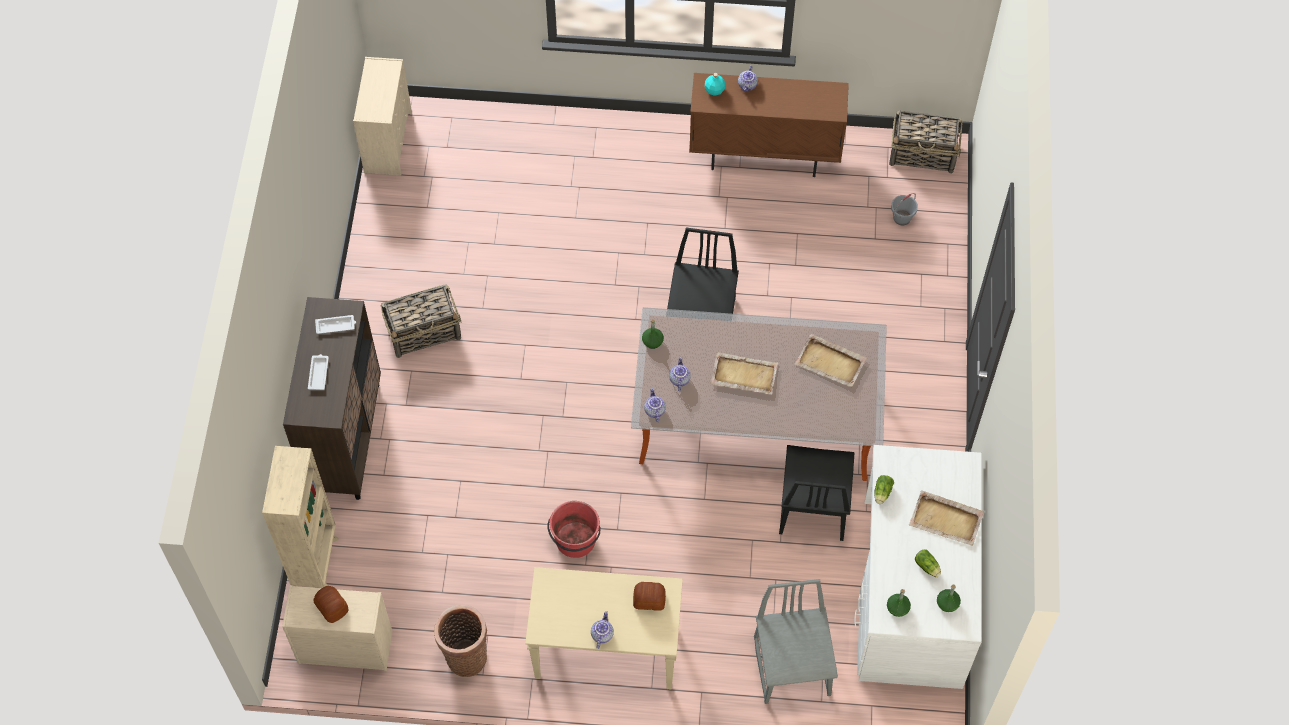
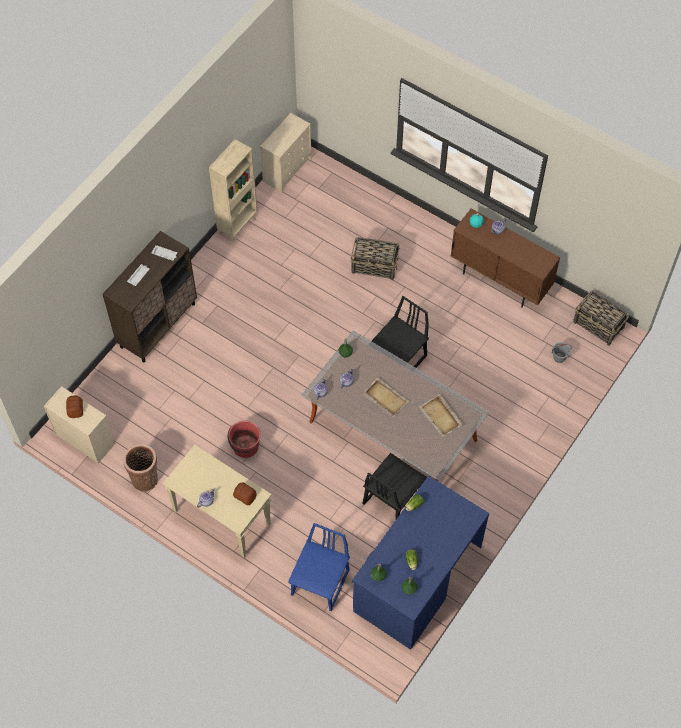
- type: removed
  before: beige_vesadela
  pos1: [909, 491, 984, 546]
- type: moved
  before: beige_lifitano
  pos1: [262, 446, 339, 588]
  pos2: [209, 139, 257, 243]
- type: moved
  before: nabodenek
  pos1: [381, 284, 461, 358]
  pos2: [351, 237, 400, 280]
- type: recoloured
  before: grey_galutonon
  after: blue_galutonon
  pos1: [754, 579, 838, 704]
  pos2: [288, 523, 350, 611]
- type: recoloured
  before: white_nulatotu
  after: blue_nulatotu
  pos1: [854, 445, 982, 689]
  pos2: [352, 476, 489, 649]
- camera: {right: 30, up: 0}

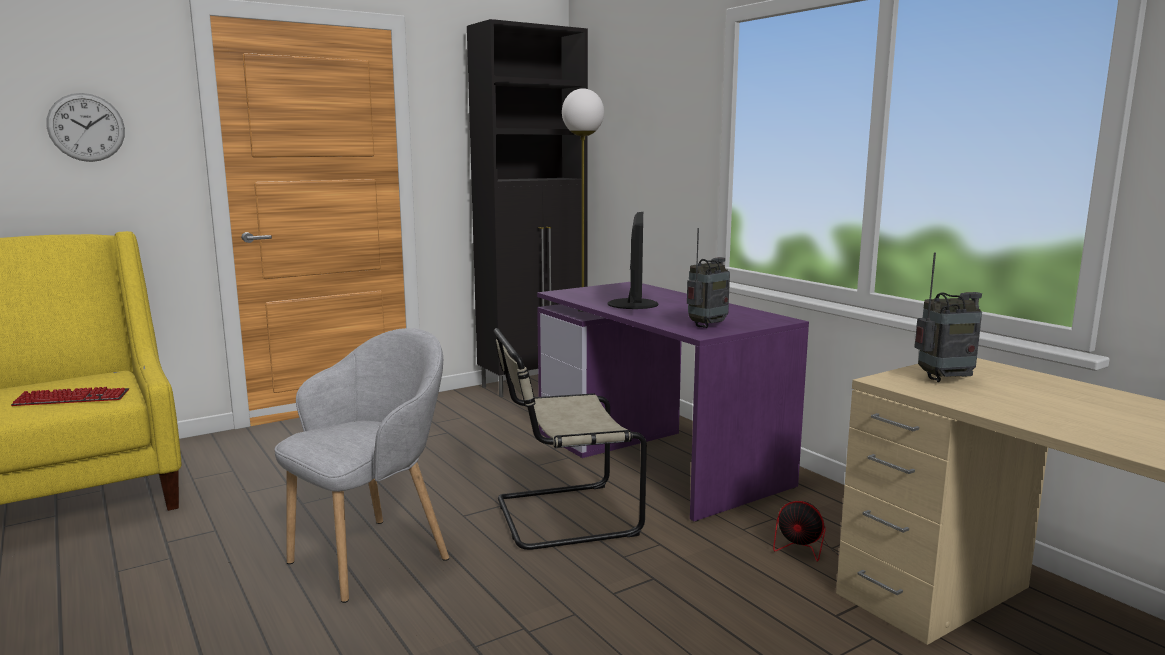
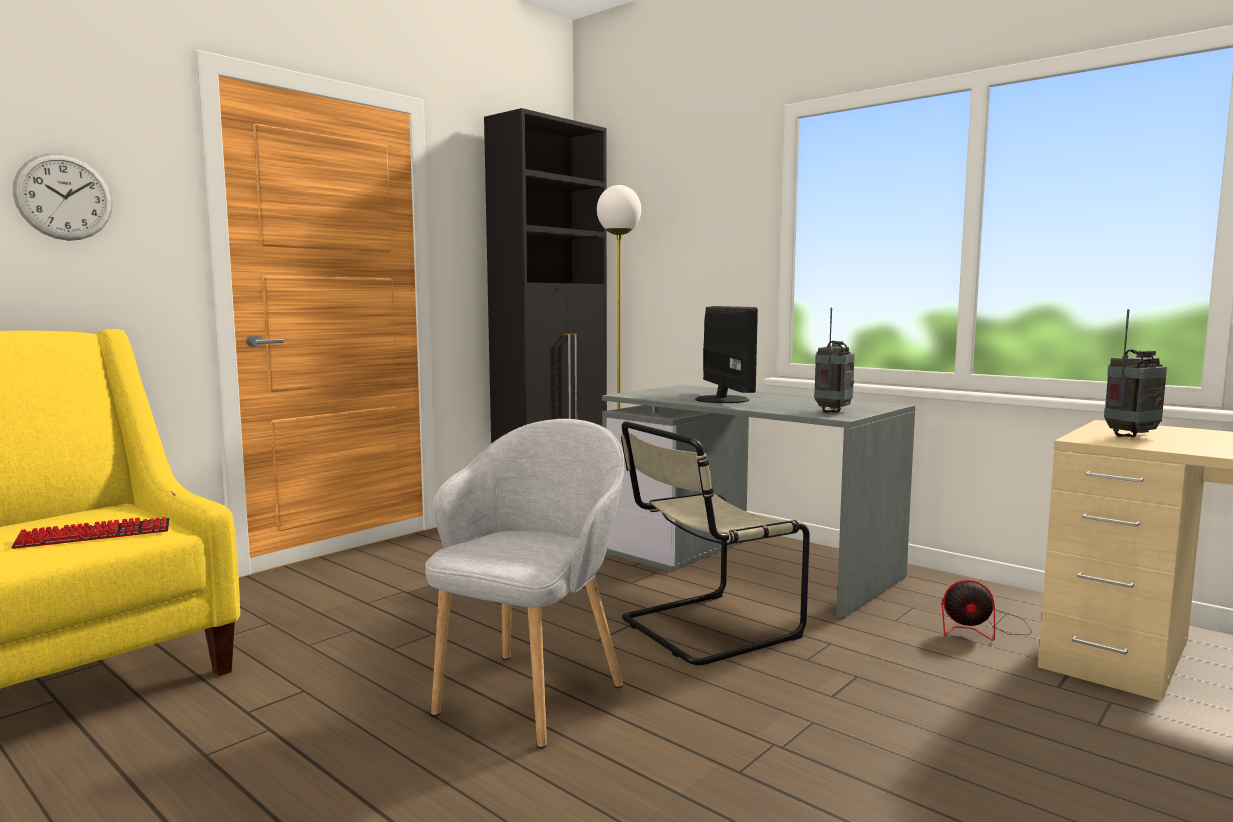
- type: recoloured
  before: purple_nulatotu
  after: grey_nulatotu
  pos1: [537, 282, 809, 521]
  pos2: [602, 385, 915, 618]
- camera: {right: -15, up: -5}

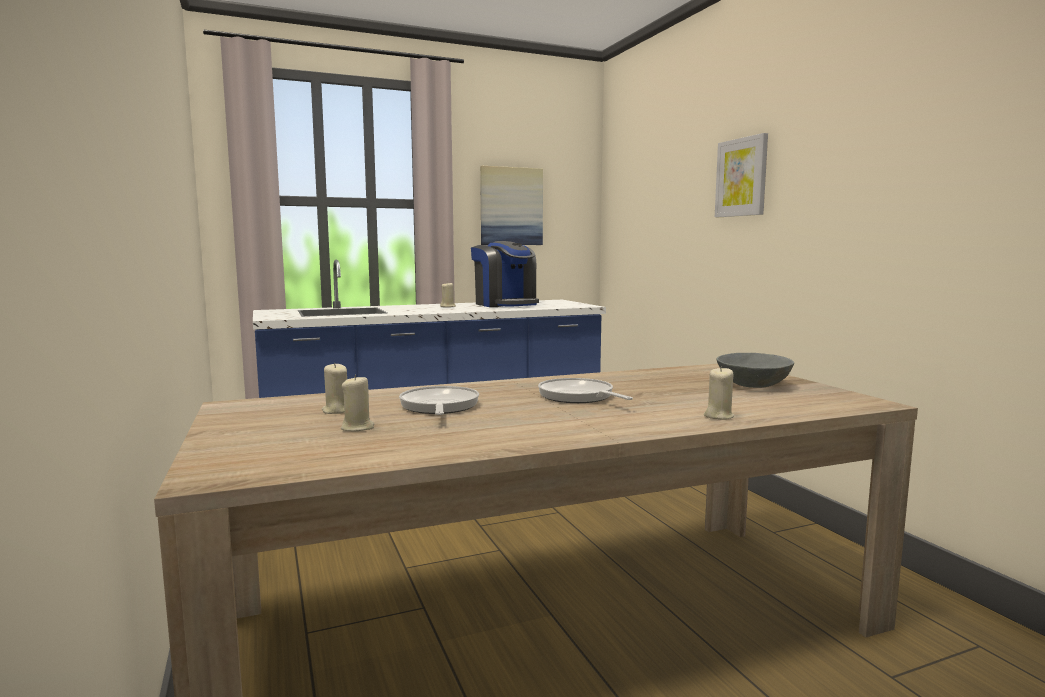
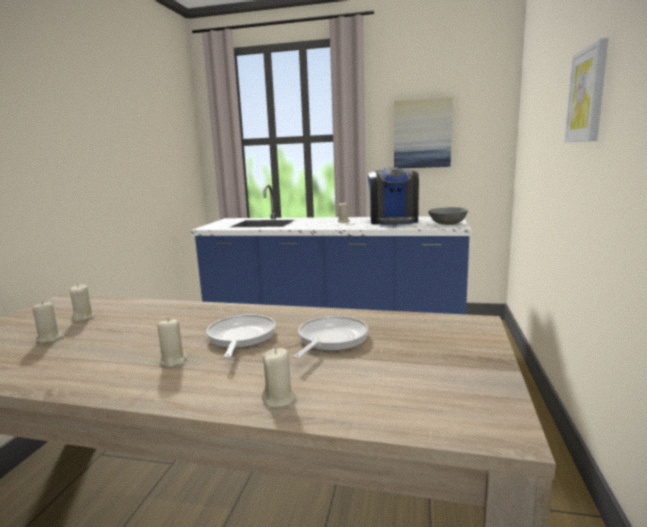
- type: added
  after: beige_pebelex
  pos2: [157, 318, 187, 367]
- type: moved
  before: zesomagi
  pos1: [399, 386, 479, 415]
  pos2: [293, 316, 368, 359]
- type: moved
  before: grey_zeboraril
  pos1: [717, 353, 794, 388]
  pos2: [428, 207, 468, 225]
- camera: {right: 35, up: 5}

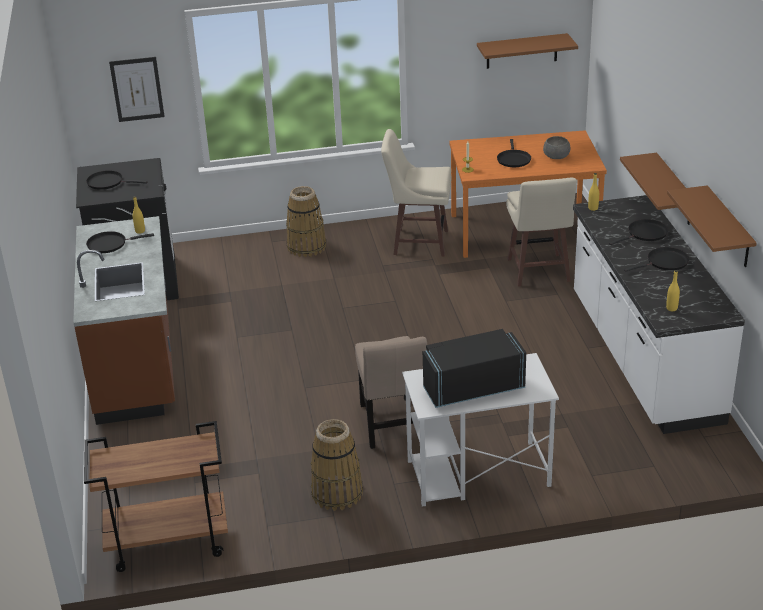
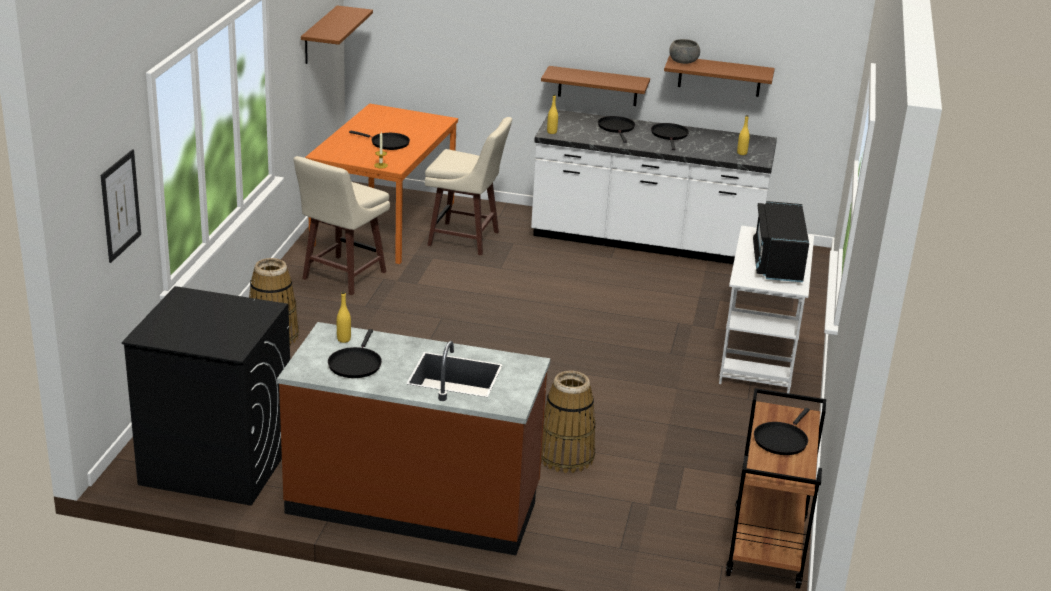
- type: removed
  before: beige_galutonon
  pos1: [355, 336, 427, 449]
- type: moved
  before: black_zesomagi
  pos1: [86, 170, 147, 190]
  pos2: [754, 408, 810, 455]
- type: moved
  before: nabodenek
  pos1: [311, 419, 363, 511]
  pos2: [541, 371, 596, 473]
- type: moved
  before: grey_zeboraril
  pos1: [543, 136, 570, 159]
  pos2: [669, 39, 700, 64]
- camera: {right: -70, up: -5}

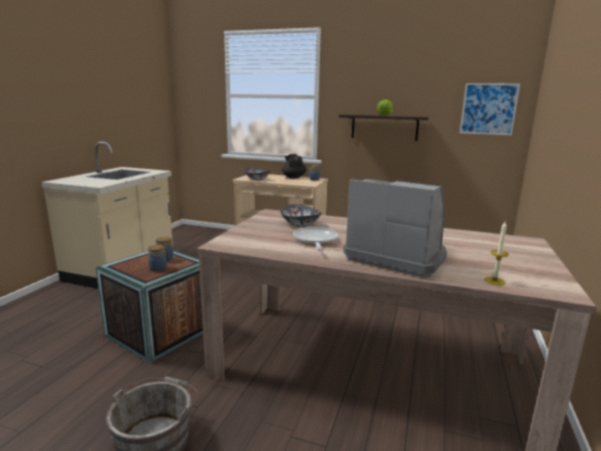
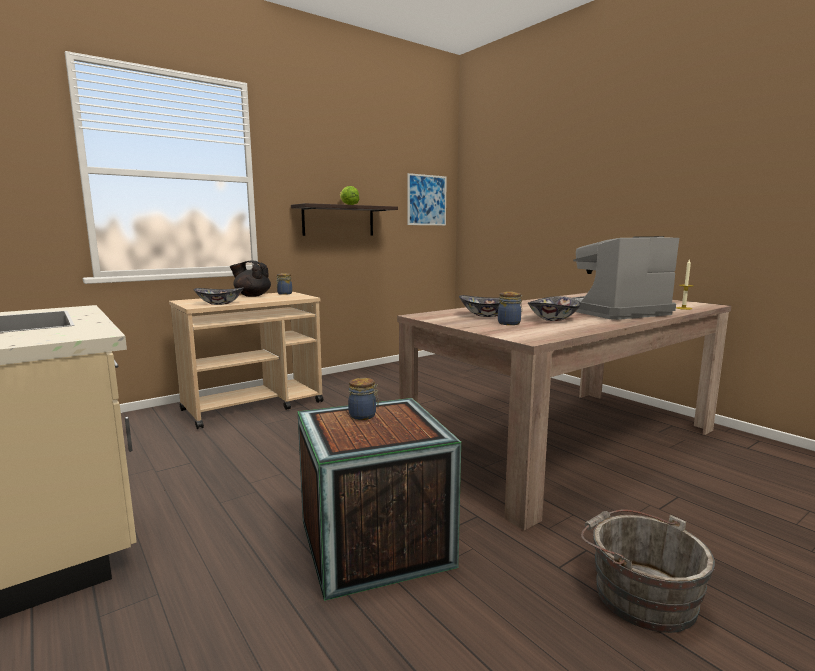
- type: moved
  before: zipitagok
  pos1: [148, 245, 167, 271]
  pos2: [498, 292, 522, 325]
- type: replaced
  before: zesomagi
  after: zeboraril
  pos1: [293, 227, 338, 251]
  pos2: [528, 296, 581, 321]
- camera: {right: -55, up: -5}

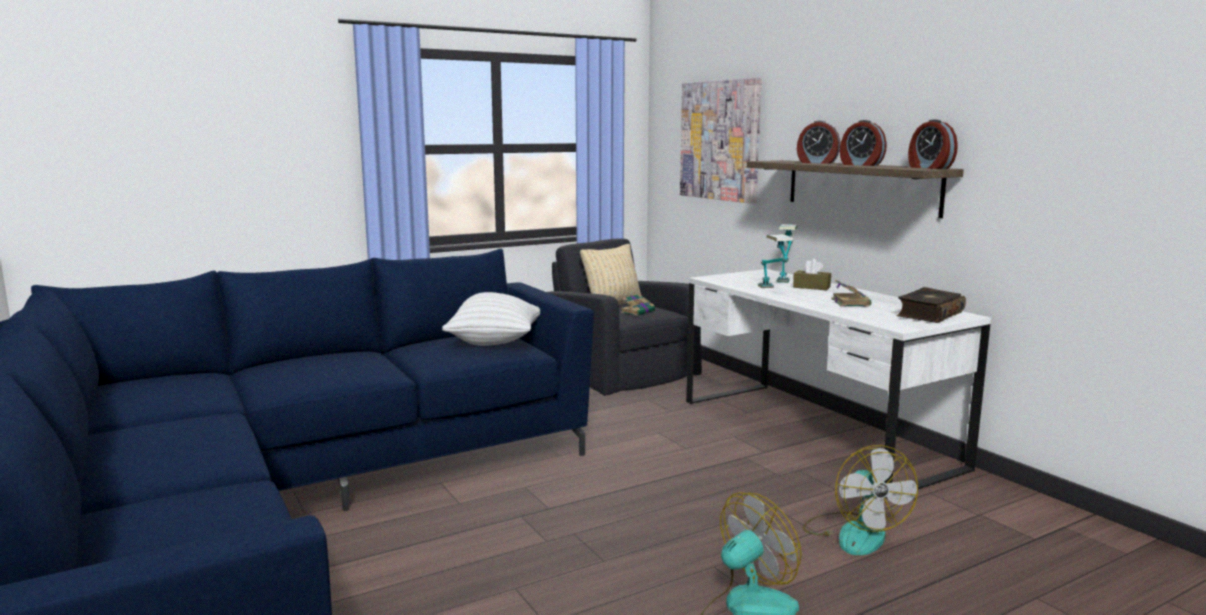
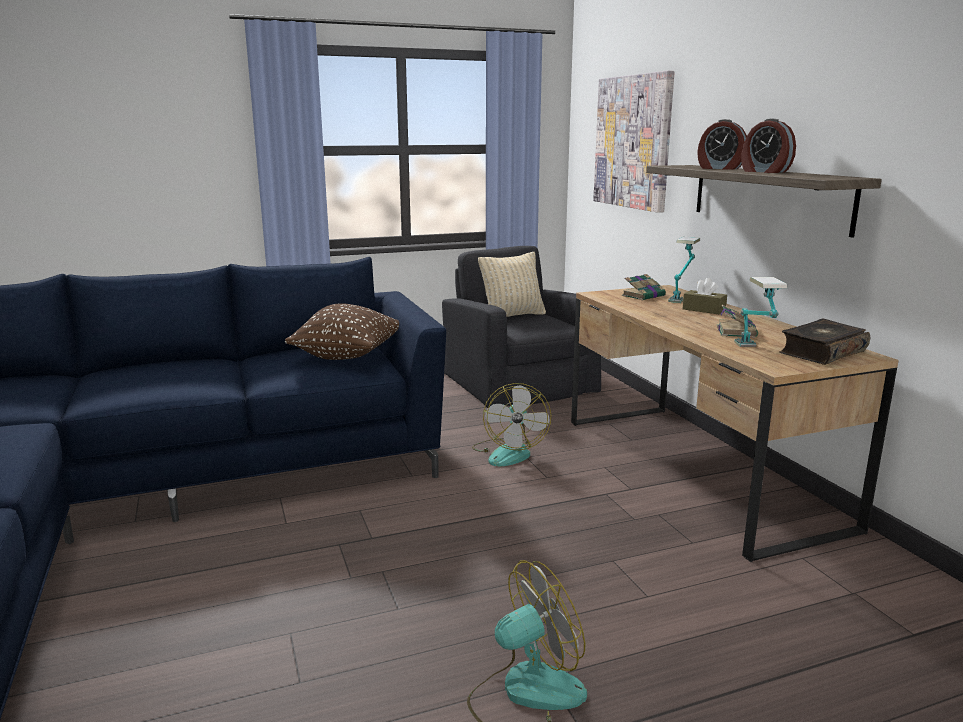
- type: removed
  before: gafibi
  pos1: [908, 119, 958, 169]
- type: moved
  before: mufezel
  pos1: [620, 294, 655, 316]
  pos2: [622, 274, 666, 300]
- type: moved
  before: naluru
  pos1: [758, 234, 794, 288]
  pos2: [734, 277, 788, 347]
- type: moved
  before: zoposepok
  pos1: [803, 445, 918, 555]
  pos2: [472, 383, 551, 466]
- type: recoloured
  before: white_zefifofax
  after: brown_zefifofax
  pos1: [442, 292, 540, 346]
  pos2: [285, 303, 399, 360]
- type: recoloured
  before: white_nulatotu
  after: brown_nulatotu
  pos1: [686, 269, 991, 498]
  pos2: [571, 285, 899, 562]
- camera: {right: 10, up: 5}

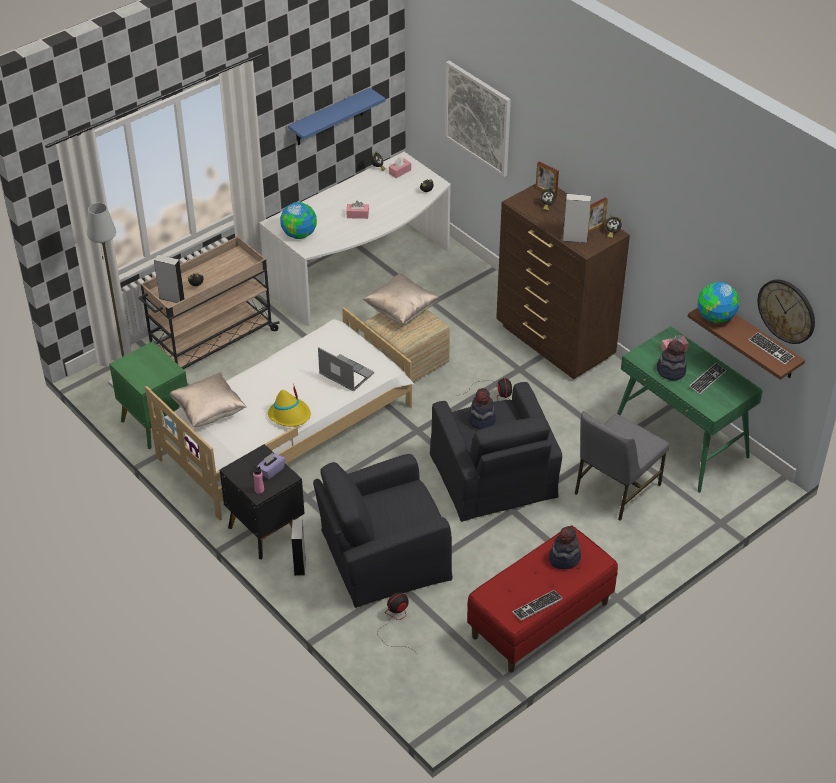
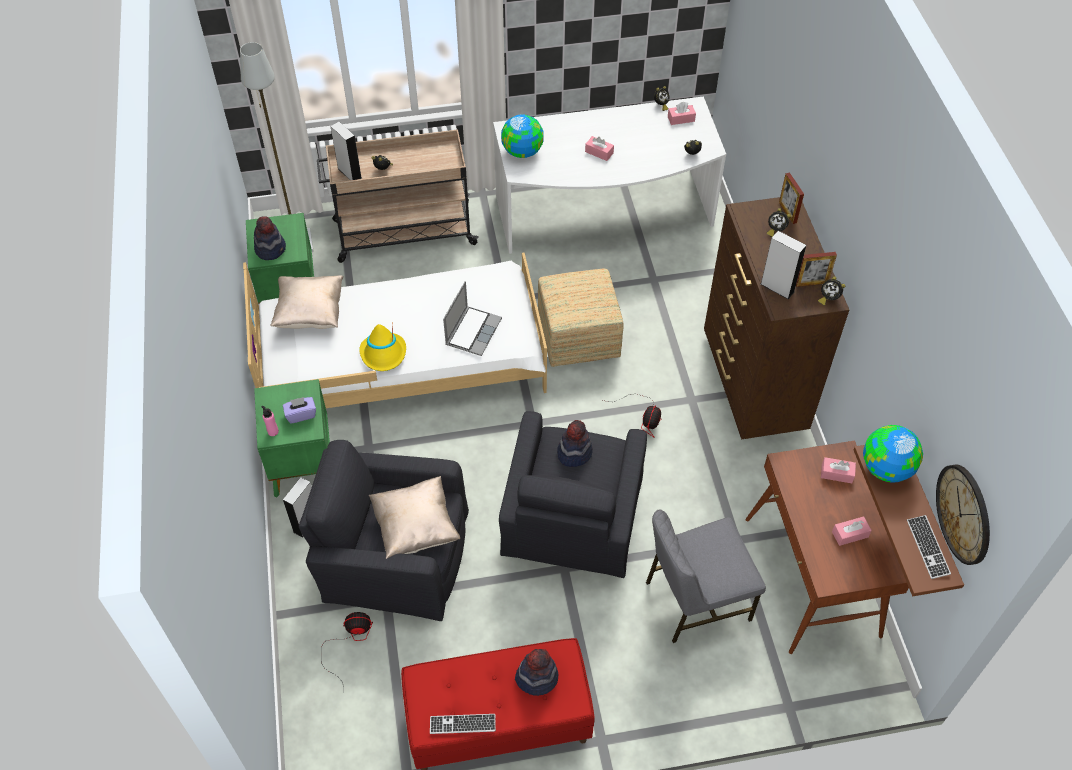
- type: removed
  before: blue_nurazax
  pos1: [288, 88, 385, 145]
- type: removed
  before: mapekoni
  pos1: [445, 61, 511, 177]
- type: moved
  before: beige_zefifofax
  pos1: [363, 273, 439, 324]
  pos2: [369, 476, 460, 559]
- type: moved
  before: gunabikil
  pos1: [657, 340, 687, 380]
  pos2: [254, 216, 286, 260]
- type: replaced
  before: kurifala
  after: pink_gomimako
  pos1: [689, 363, 726, 394]
  pos2: [832, 516, 872, 546]
- type: recoloured
  before: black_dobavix
  after: green_dobavix
  pos1: [219, 444, 304, 559]
  pos2: [254, 379, 330, 498]
- type: recoloured
  before: green_nulatotu
  after: brown_nulatotu
  pos1: [617, 326, 763, 493]
  pos2: [745, 440, 909, 654]
- type: turned
  before: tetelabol
  pos1: [318, 347, 374, 392]
  pos2: [443, 281, 502, 356]
  turn: 45
- camera: {right: 30, up: 10}

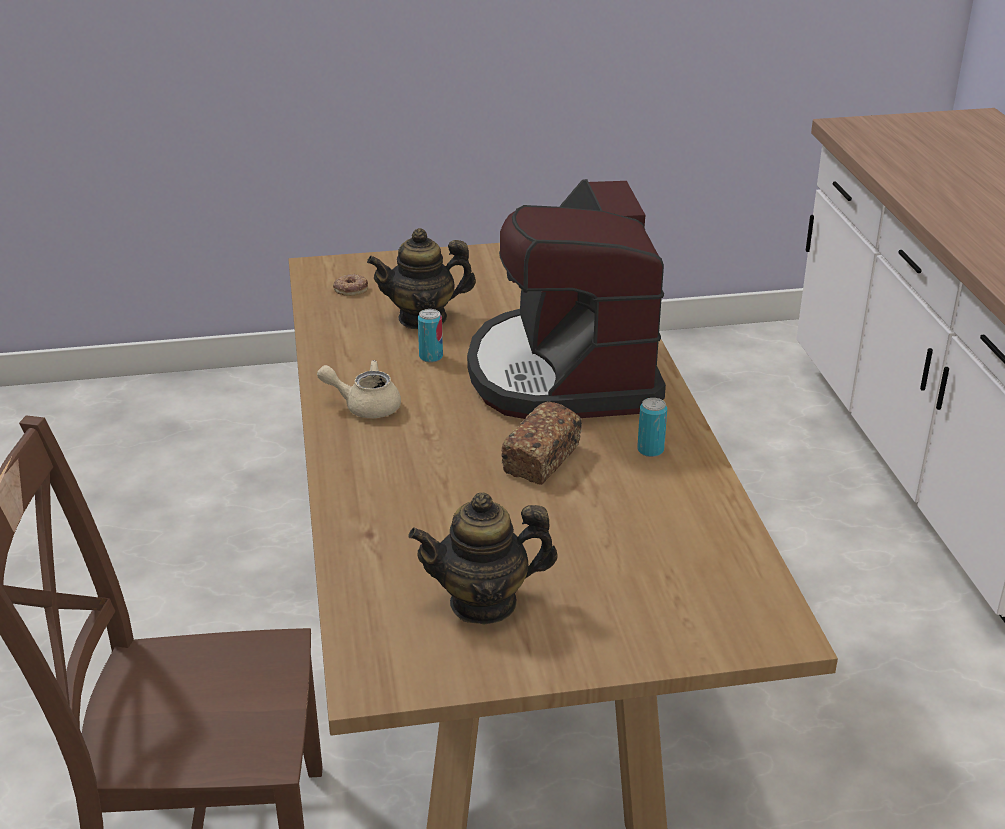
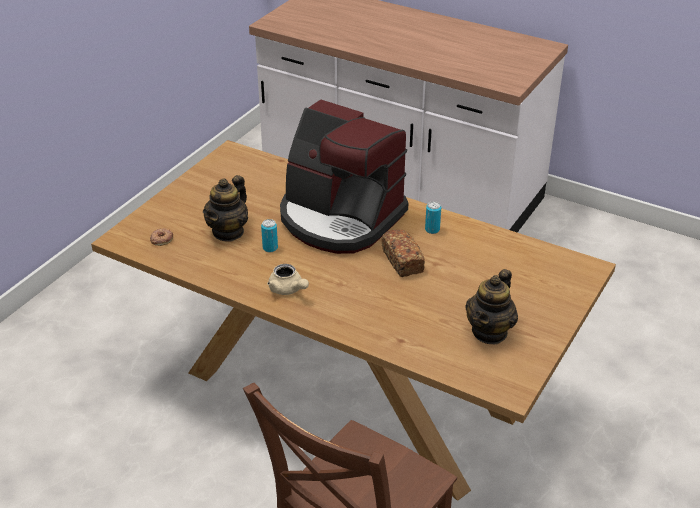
- type: turned
  before: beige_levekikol
  pos1: [317, 360, 401, 418]
  pos2: [267, 264, 309, 295]
  turn: -90
- camera: {right: -50, up: 5}

